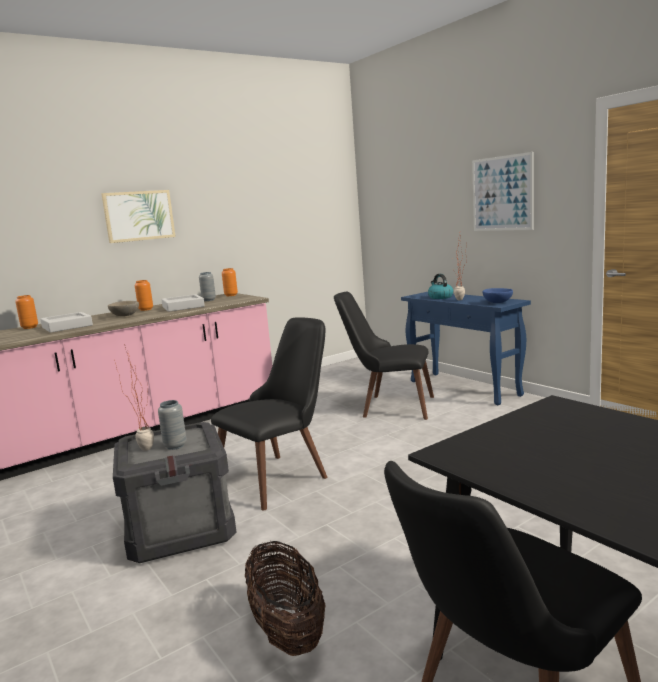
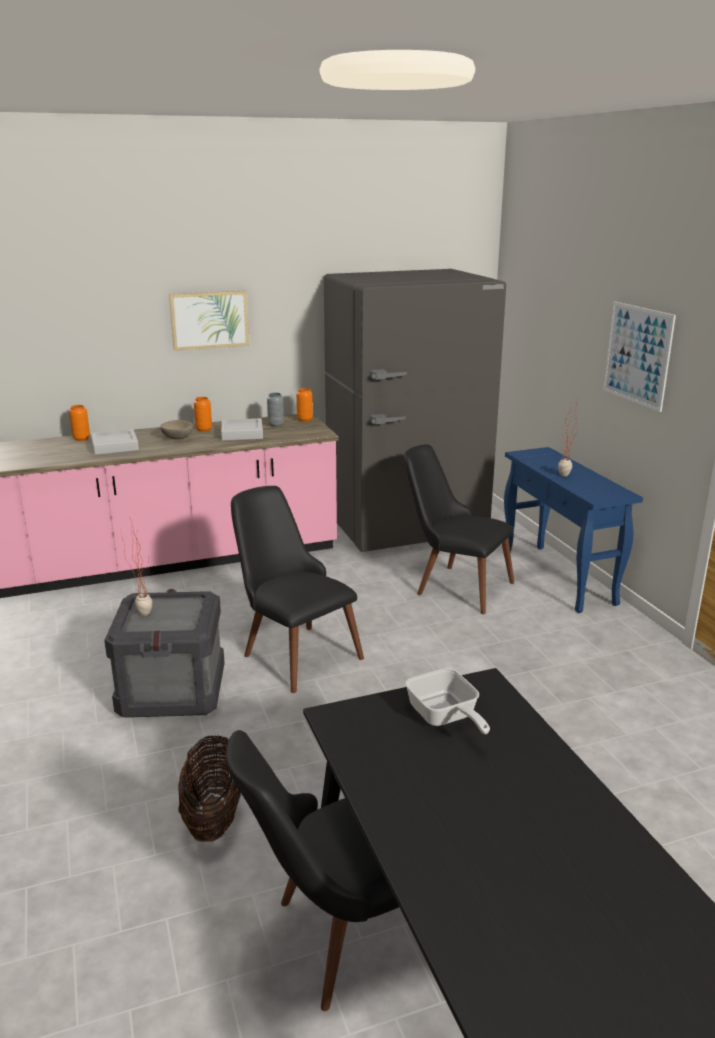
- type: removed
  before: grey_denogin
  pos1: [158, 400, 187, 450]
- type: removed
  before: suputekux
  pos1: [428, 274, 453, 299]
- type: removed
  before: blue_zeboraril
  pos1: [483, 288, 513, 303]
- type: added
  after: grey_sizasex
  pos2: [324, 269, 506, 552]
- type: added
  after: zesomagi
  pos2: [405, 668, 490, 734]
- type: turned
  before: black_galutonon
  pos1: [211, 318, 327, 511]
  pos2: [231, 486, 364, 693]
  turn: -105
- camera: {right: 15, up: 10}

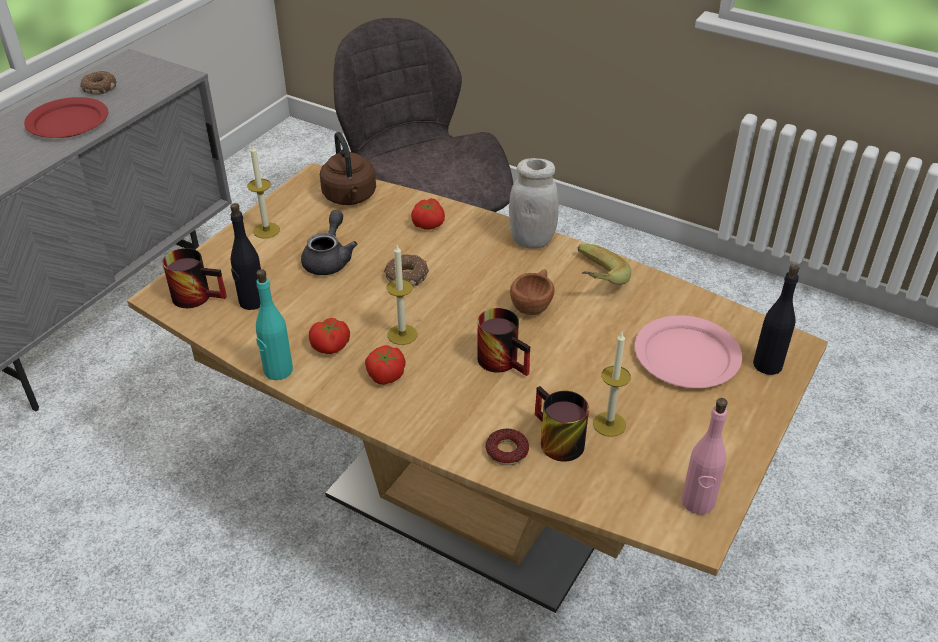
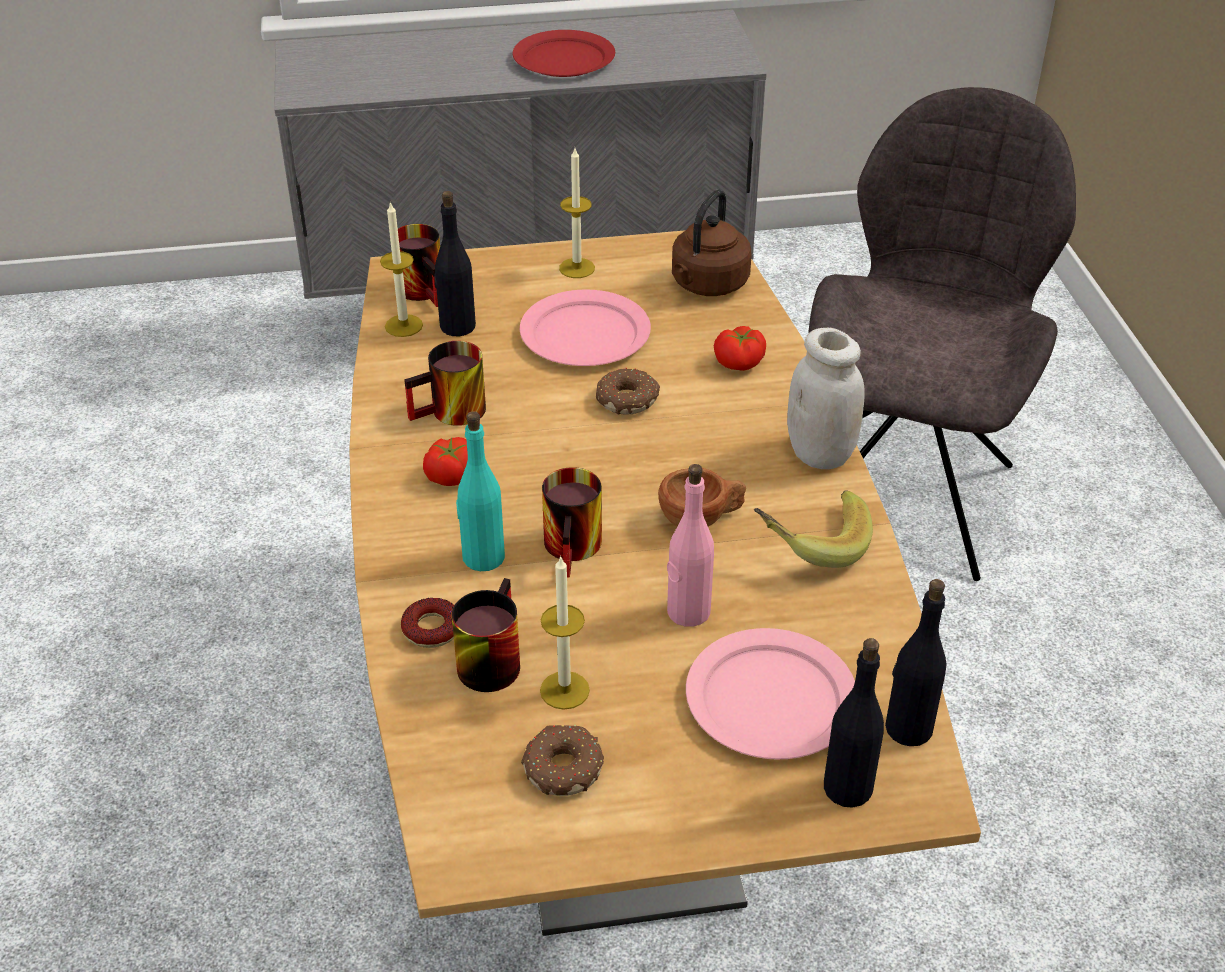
- type: added
  after: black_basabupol
  pos2: [885, 579, 947, 746]
- type: moved
  before: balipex
  pos1: [80, 71, 116, 95]
  pos2: [521, 725, 604, 796]
- type: moved
  before: turquoise_basabupol
  pos1: [256, 269, 293, 380]
  pos2: [456, 411, 505, 571]
- type: moved
  before: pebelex
  pos1: [386, 245, 417, 345]
  pos2: [380, 202, 423, 337]
- type: moved
  before: pink_basabupol
  pos1: [681, 398, 728, 514]
  pos2: [667, 464, 714, 627]
- type: replaced
  before: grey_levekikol
  after: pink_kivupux
  pos1: [301, 210, 357, 275]
  pos2: [520, 290, 651, 366]
- type: replaced
  before: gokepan
  after: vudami
  pos1: [309, 318, 350, 354]
  pos2: [404, 341, 486, 426]
- camera: {right: 50, up: 0}

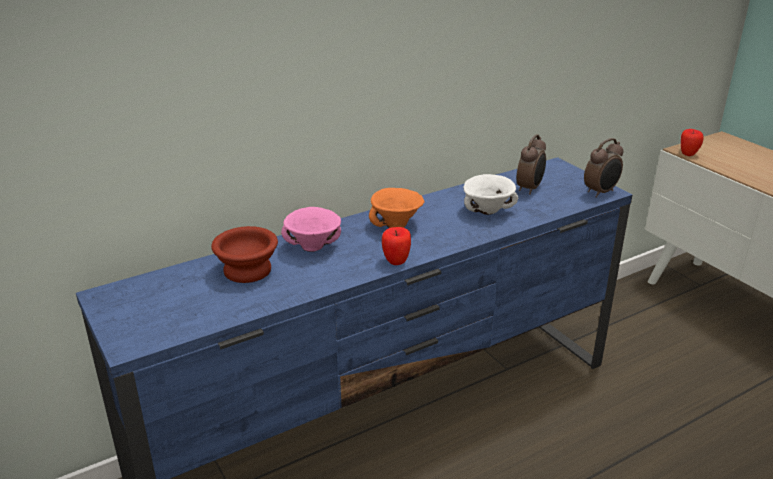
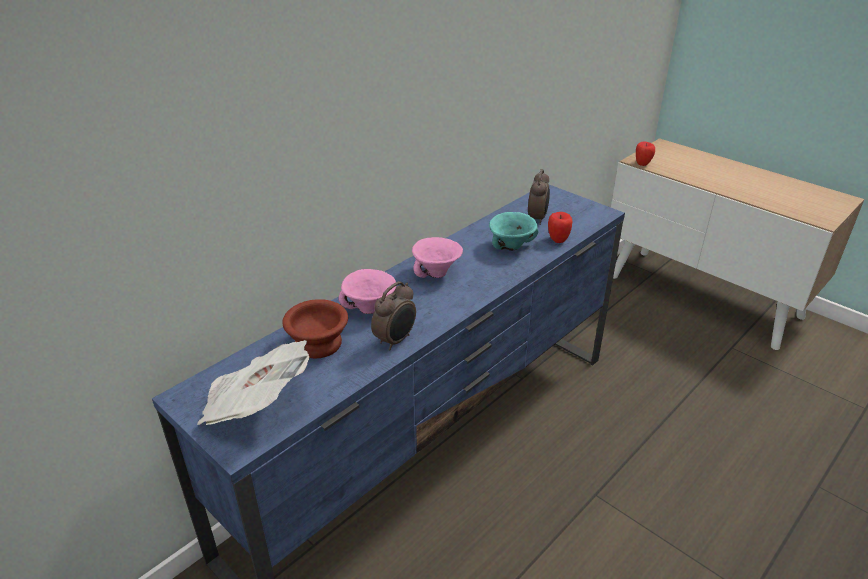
- type: added
  after: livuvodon
  pos2: [197, 340, 309, 425]
- type: moved
  before: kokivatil
  pos1: [382, 227, 411, 265]
  pos2: [548, 212, 572, 243]
- type: moved
  before: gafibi
  pos1: [584, 138, 624, 198]
  pos2: [371, 281, 416, 350]
- type: recoloured
  before: orange_zeboraril
  after: pink_zeboraril
  pos1: [369, 188, 425, 228]
  pos2: [412, 237, 463, 278]
- type: recoloured
  before: white_zeboraril
  after: turquoise_zeboraril
  pos1: [463, 174, 518, 215]
  pos2: [489, 212, 538, 251]
- camera: {right: -15, up: 5}

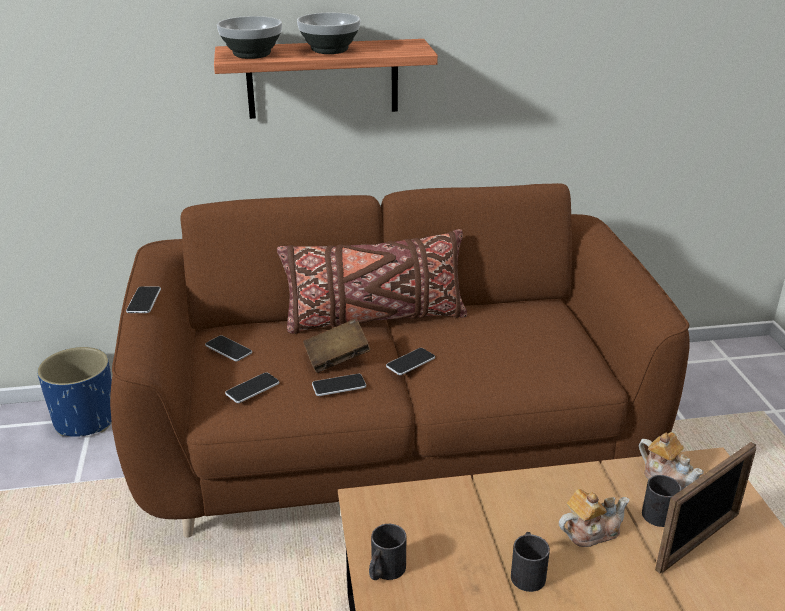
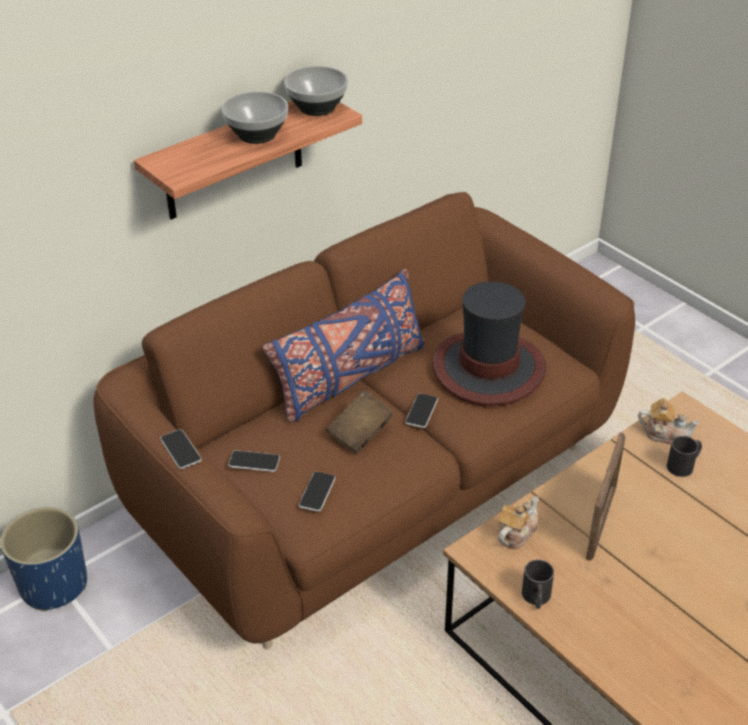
- type: removed
  before: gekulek
  pos1: [312, 374, 366, 396]
- type: removed
  before: black_vudami
  pos1: [511, 532, 550, 592]
- type: added
  after: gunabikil
  pos2: [432, 282, 546, 406]
- type: moved
  before: zeboraril
  pos1: [217, 16, 282, 59]
  pos2: [284, 66, 348, 116]
- type: moved
  before: levekikol
  pos1: [559, 489, 629, 547]
  pos2: [498, 496, 539, 549]
- type: moved
  before: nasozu
  pos1: [655, 442, 756, 573]
  pos2: [586, 432, 625, 561]
- type: recoloured
  before: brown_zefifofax
  after: blue_zefifofax
  pos1: [277, 229, 467, 334]
  pos2: [262, 269, 426, 423]
- camera: {right: -30, up: 10}

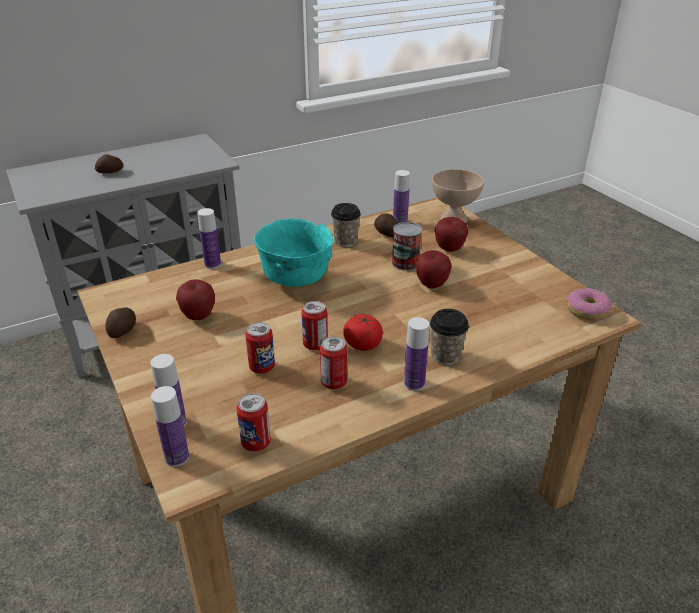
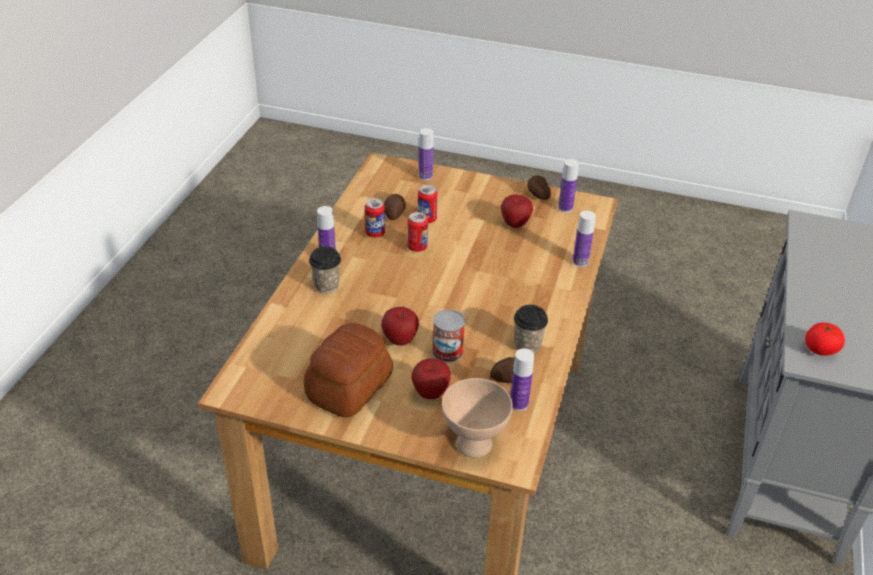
- type: removed
  before: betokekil
  pos1: [236, 393, 271, 452]
- type: removed
  before: turquoise_zeboraril
  pos1: [254, 219, 334, 287]
- type: removed
  before: balipex
  pos1: [566, 288, 613, 321]
- type: added
  after: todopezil
  pos2: [304, 323, 393, 417]
- type: moved
  before: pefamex
  pos1: [95, 154, 123, 173]
  pos2: [384, 194, 406, 220]
- type: moved
  before: basabupol
  pos1: [151, 386, 189, 467]
  pos2: [558, 159, 579, 212]
- type: moved
  before: gokepan
  pos1: [343, 314, 383, 351]
  pos2: [805, 323, 845, 356]
- camera: {right: 135, up: 5}

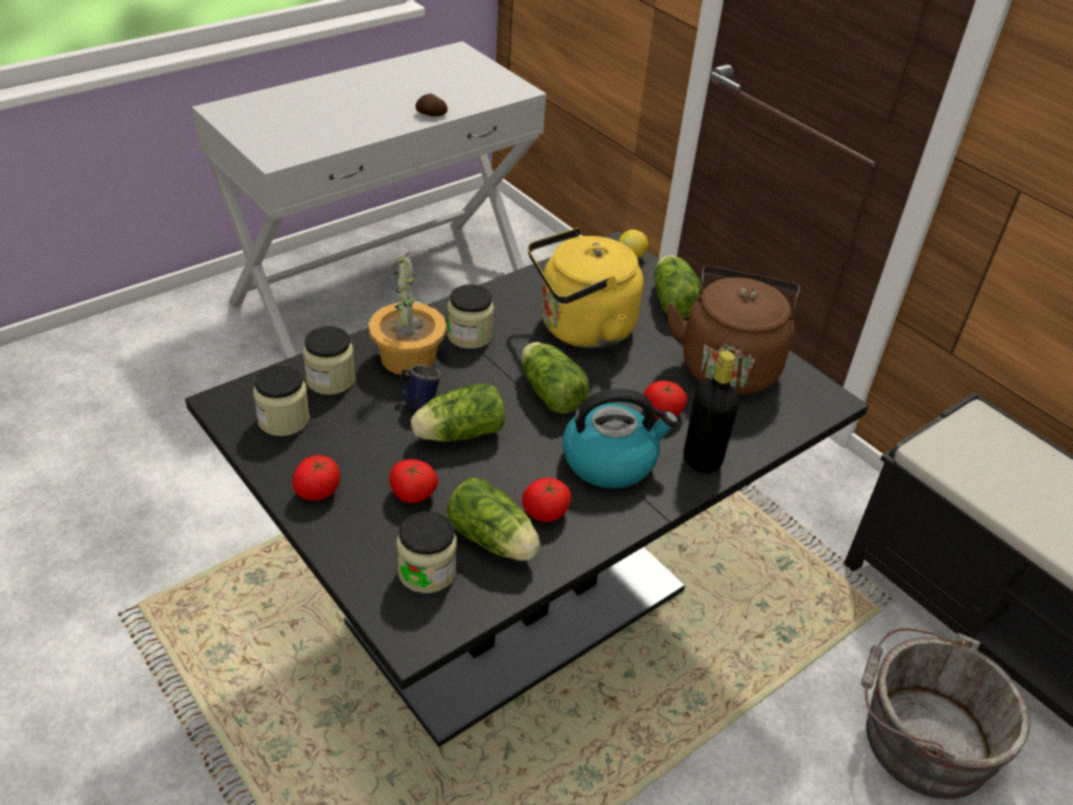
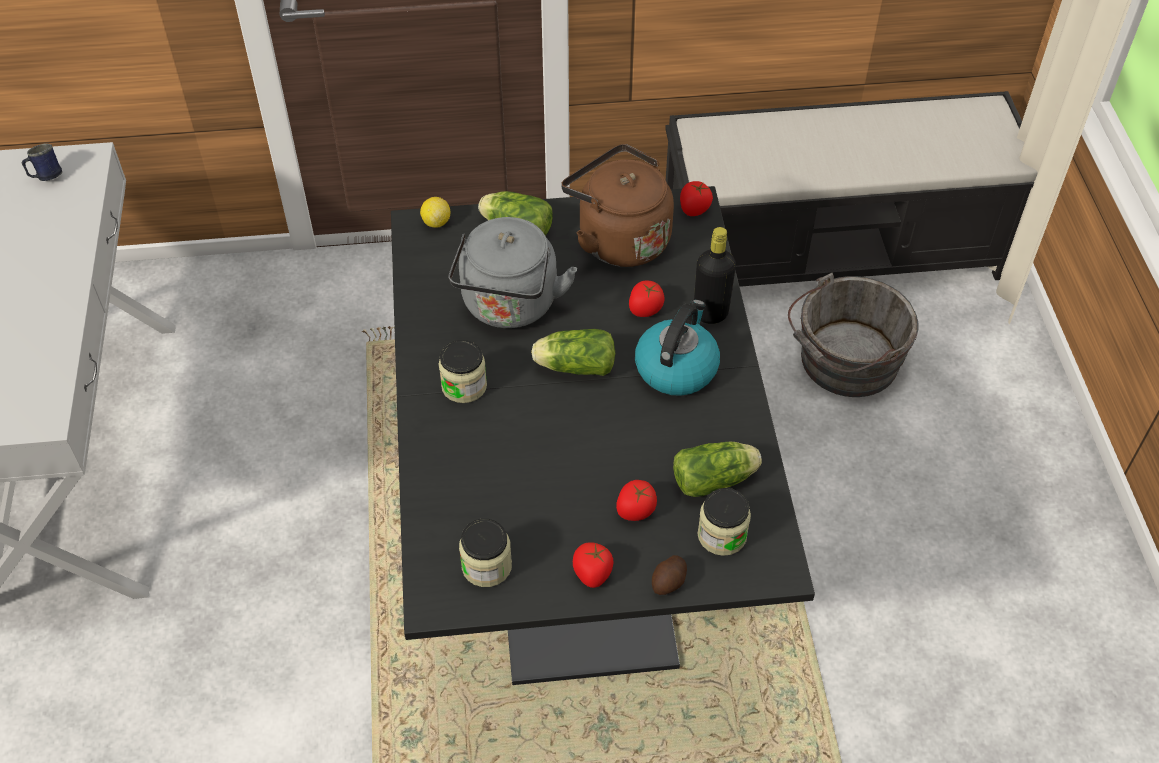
- type: removed
  before: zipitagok
  pos1: [303, 326, 355, 395]
- type: removed
  before: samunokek
  pos1: [368, 251, 447, 376]
- type: removed
  before: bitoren
  pos1: [411, 383, 505, 442]
- type: moved
  before: blue_vudami
  pos1: [399, 365, 441, 410]
  pos2: [22, 144, 62, 181]
- type: moved
  before: pefamex
  pos1: [415, 94, 447, 116]
  pos2: [652, 555, 687, 595]
- type: moved
  before: gokepan
  pos1: [522, 478, 571, 522]
  pos2: [680, 181, 713, 216]
- type: recoloured
  before: yellow_suputekux
  after: grey_suputekux
  pos1: [528, 228, 644, 349]
  pos2: [448, 217, 577, 328]
- camera: {right: -55, up: 10}

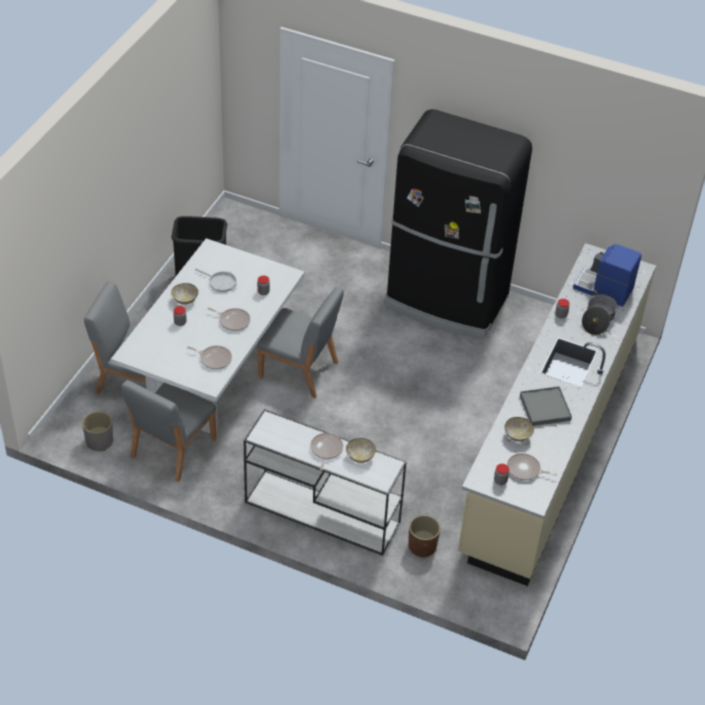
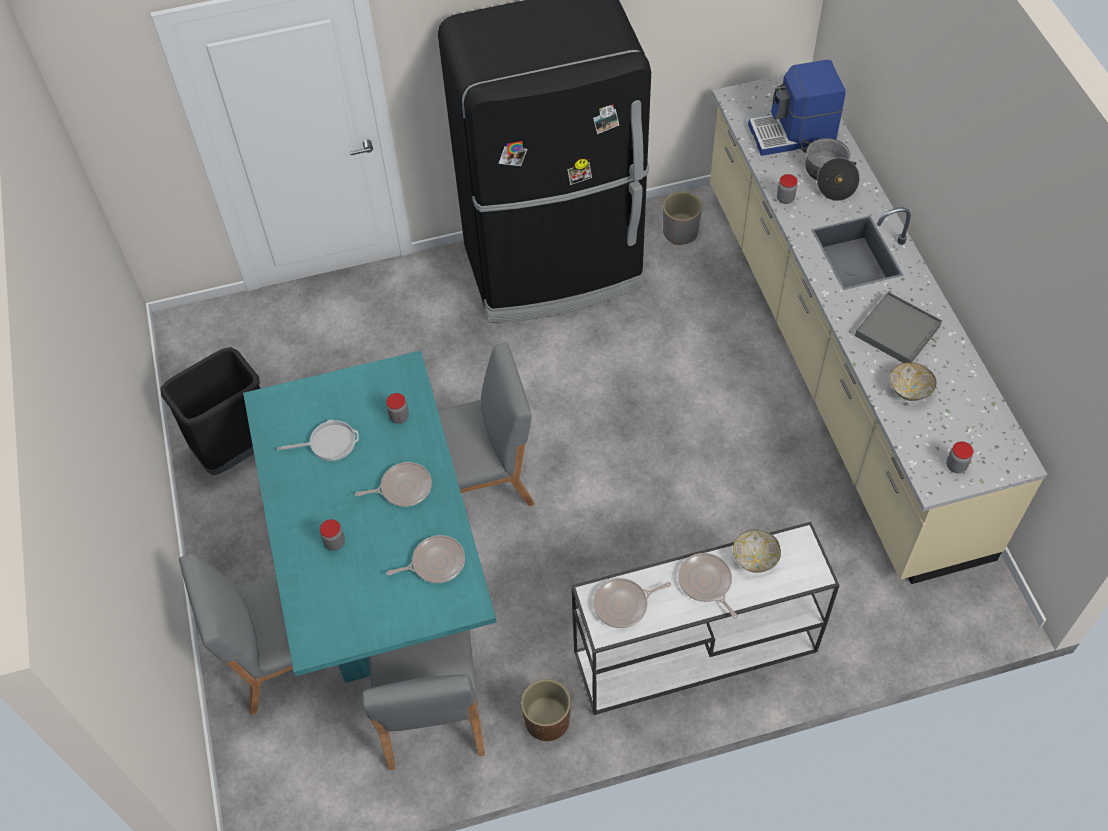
- type: removed
  before: zeboraril
  pos1: [171, 283, 198, 305]
- type: moved
  before: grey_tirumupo
  pos1: [82, 411, 113, 451]
  pos2: [663, 192, 702, 245]
- type: moved
  before: brown_tirumupo
  pos1: [408, 515, 440, 558]
  pos2: [521, 679, 571, 741]
- type: moved
  before: zesomagi
  pos1: [507, 453, 557, 481]
  pos2: [593, 578, 671, 628]
- type: recoloured
  before: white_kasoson
  after: turquoise_kasoson
  pos1: [111, 238, 305, 434]
  pos2: [243, 350, 496, 683]
- camera: {right: -35, up: 10}

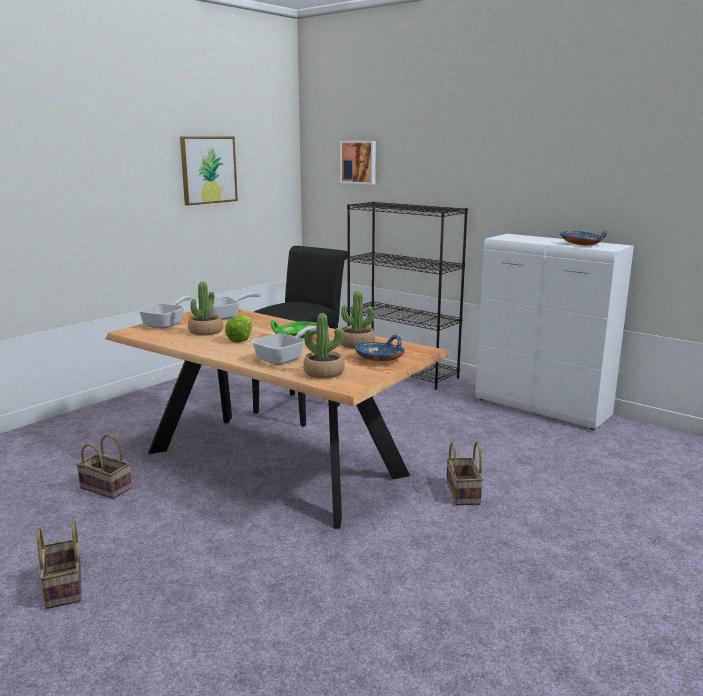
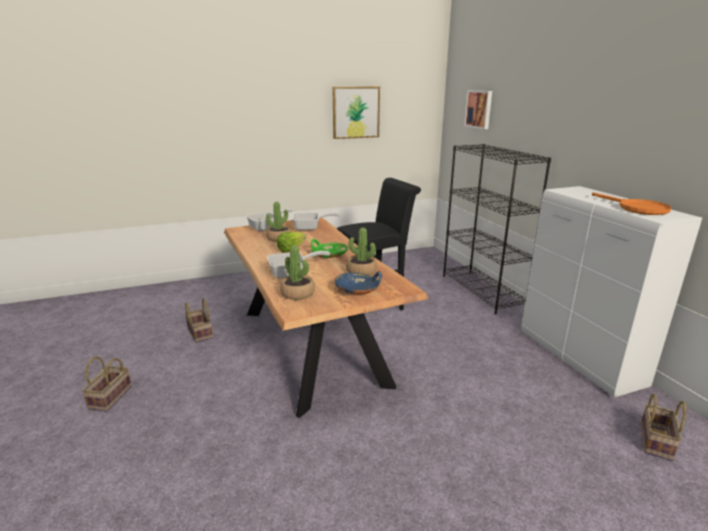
- type: moved
  before: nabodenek
  pos1: [446, 442, 483, 505]
  pos2: [641, 394, 686, 461]
- type: replaced
  before: blue_zeboraril
  after: orange_zesomagi
  pos1: [560, 231, 607, 245]
  pos2: [592, 192, 672, 215]
- camera: {right: 30, up: 5}

